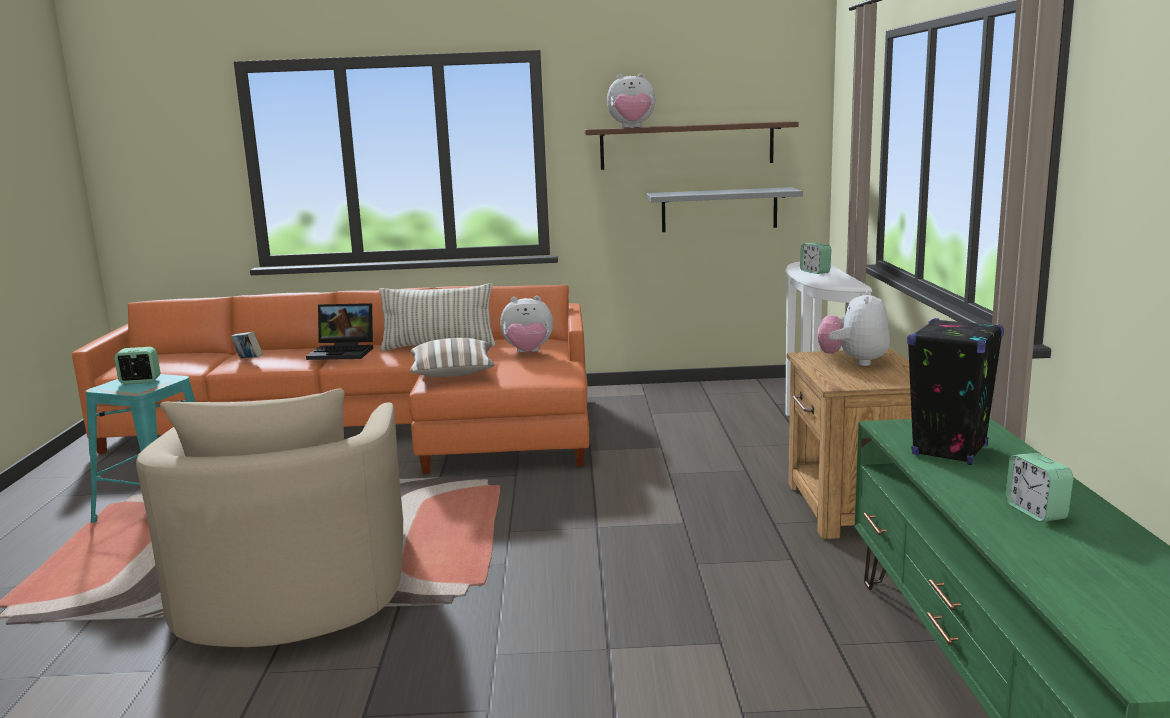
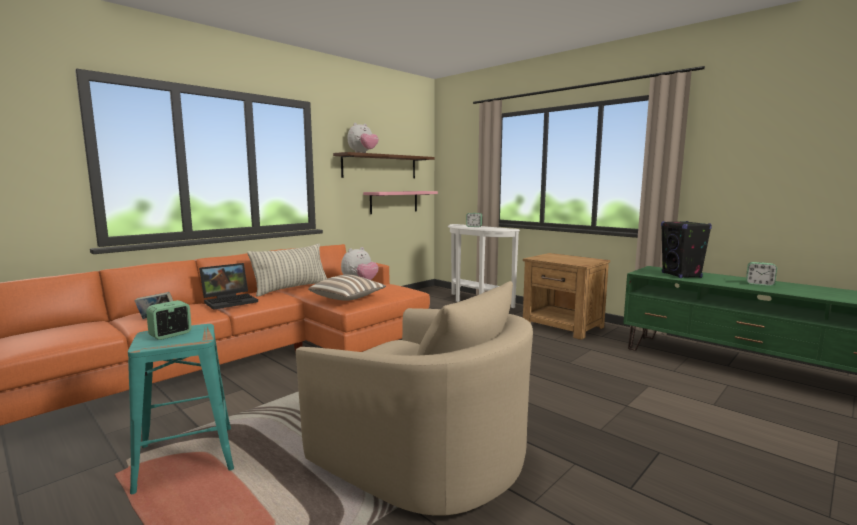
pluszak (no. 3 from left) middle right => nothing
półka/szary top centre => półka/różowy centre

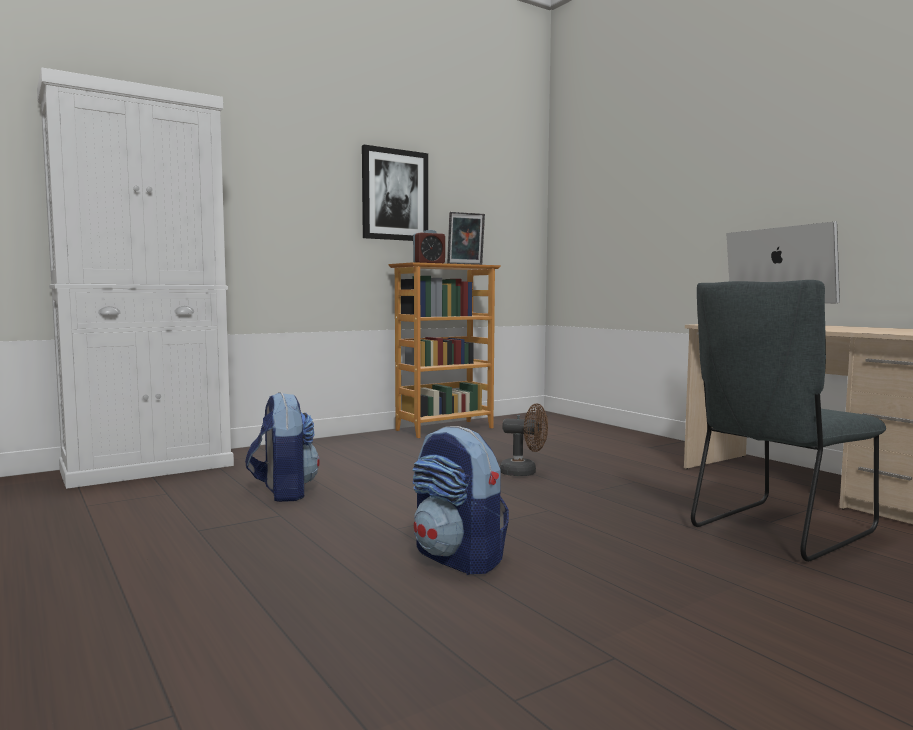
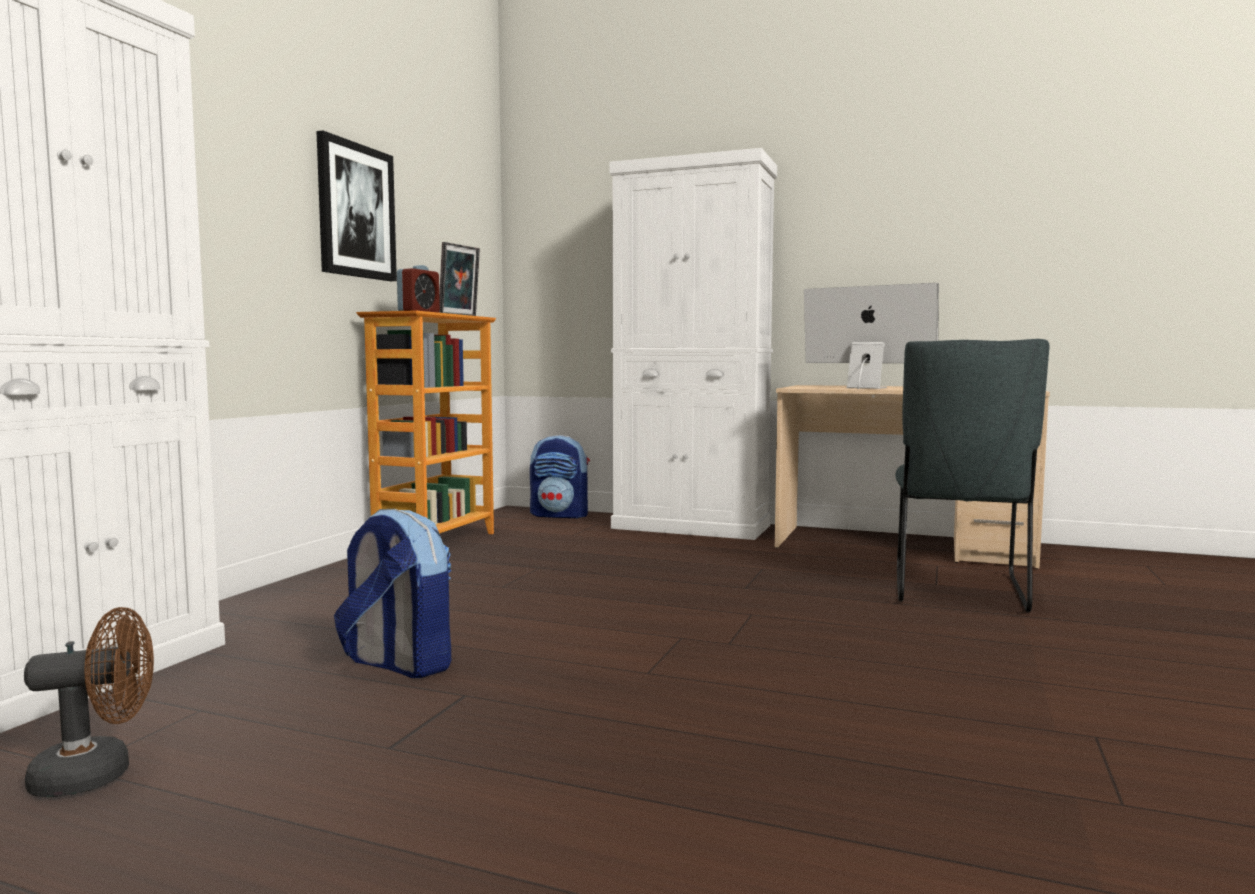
nothing => szafka/biały (no. 2 from left) centre
plecak (no. 2 from left) bottom centre => plecak (no. 2 from left) centre, relocated
wentylator/brązowy centre => wentylator/brązowy bottom left, relocated

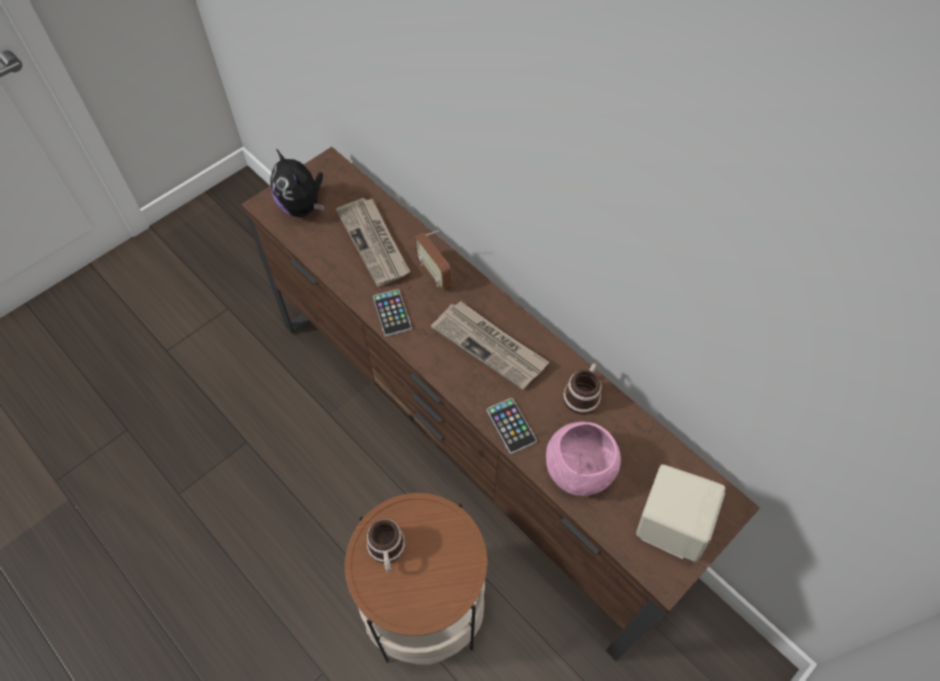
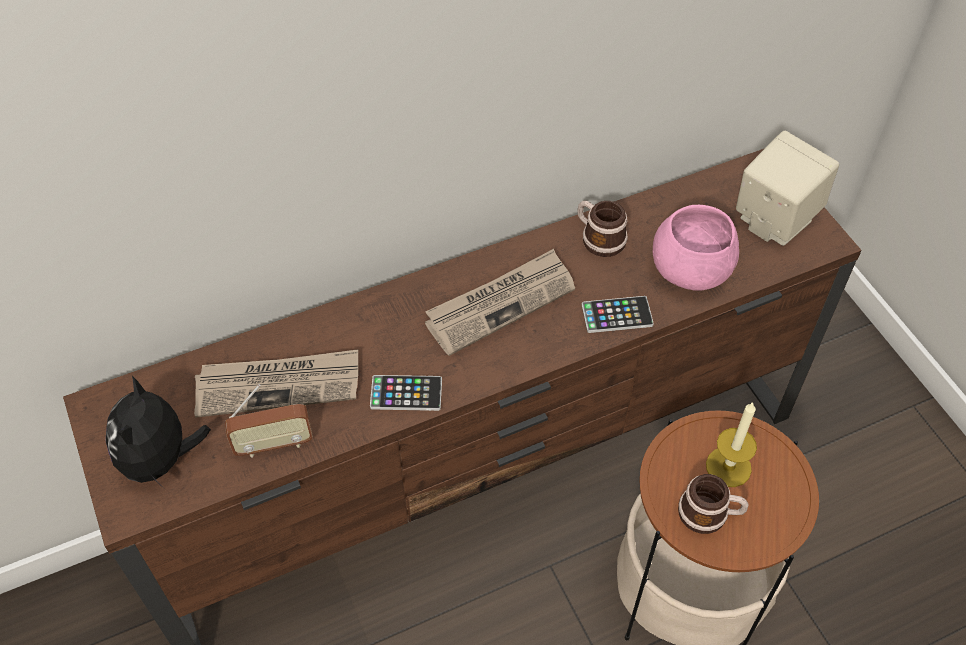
nothing => świeca bottom right
radio centre => radio middle left, relocated
pluszak top left => pluszak bottom left, 105 degrees clockwise

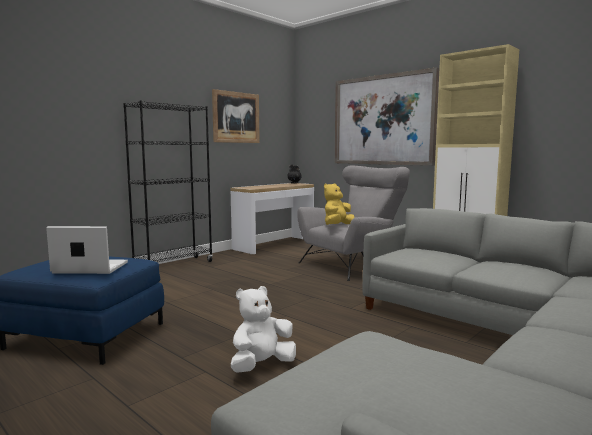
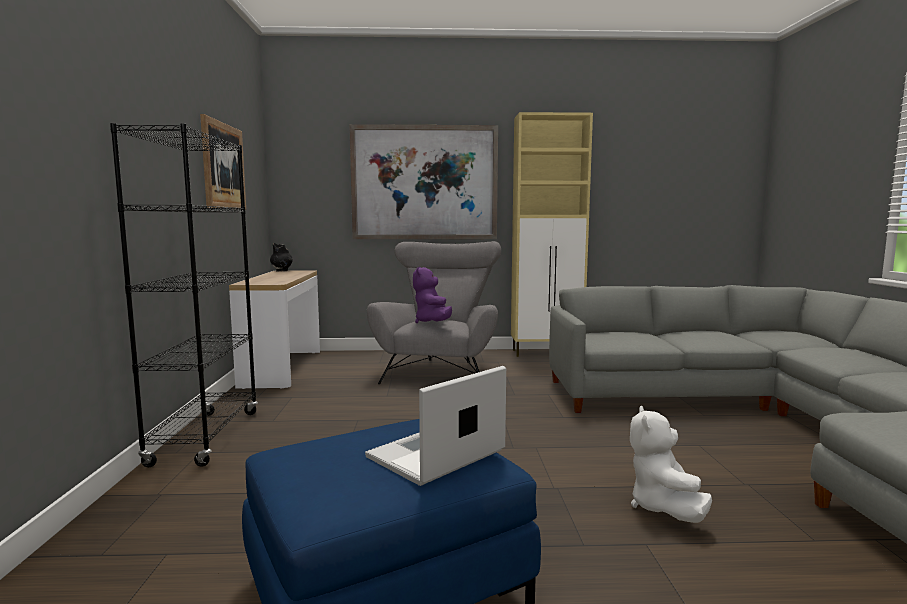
pluszak/żółty centre => pluszak/fioletowy centre

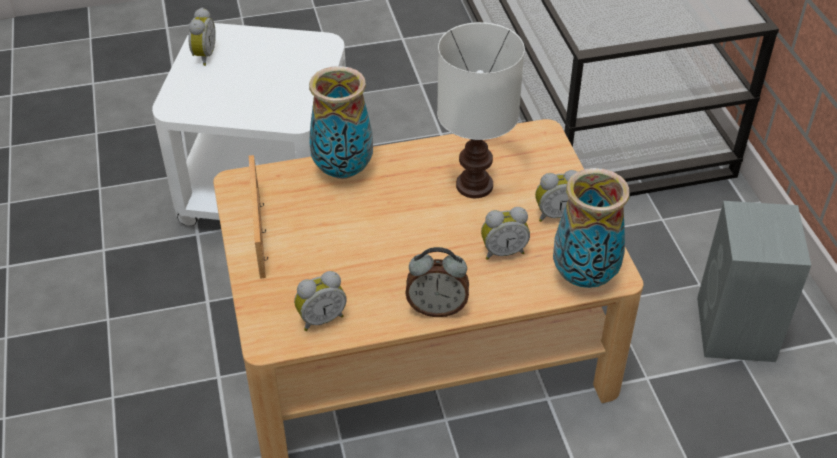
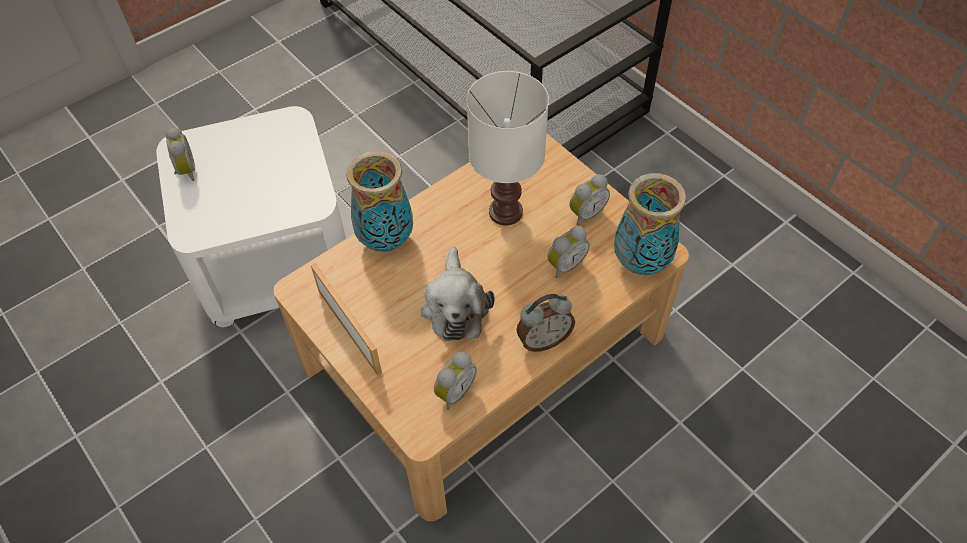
głośnik/szary middle right => nothing
nothing => pluszak centre

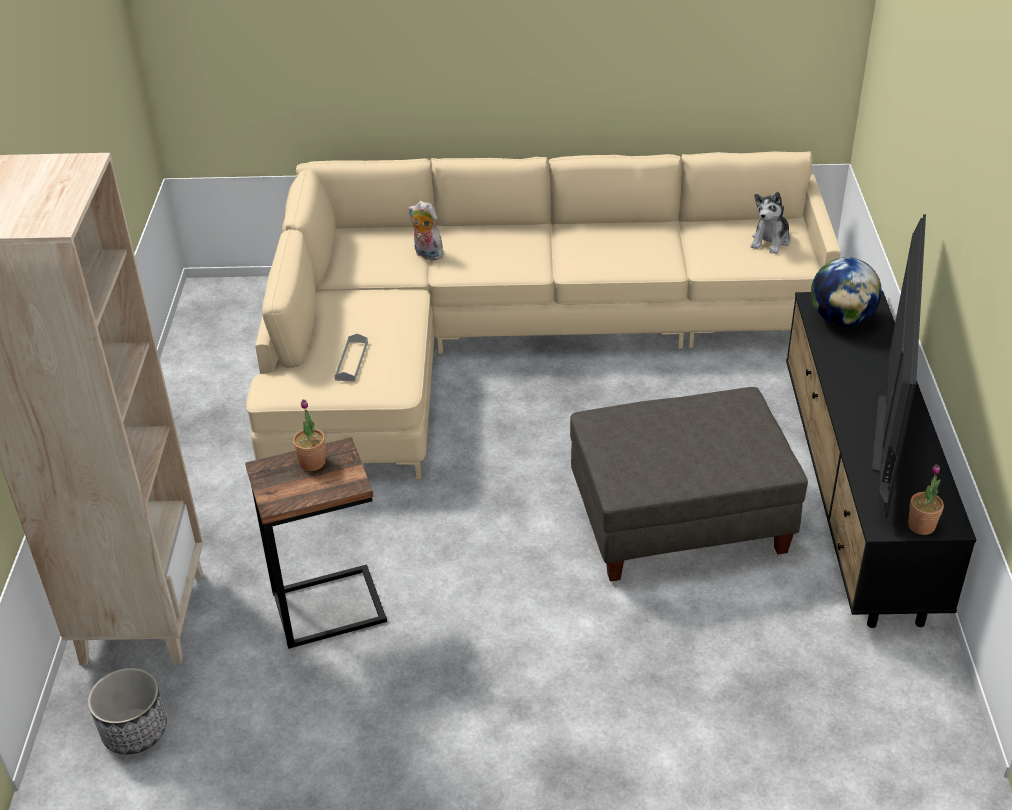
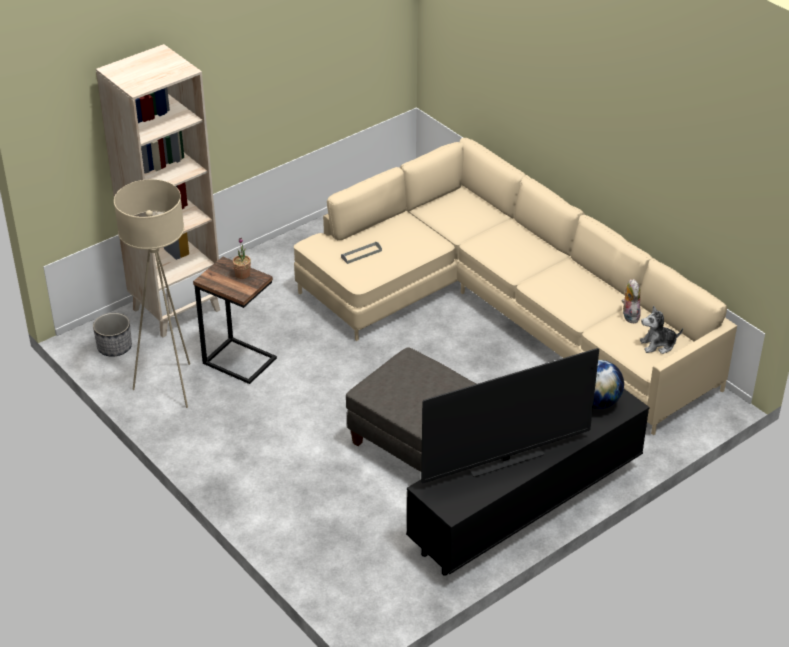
roślina doniczkowa (no. 2 from left) middle right => nothing
nothing => lampa stojąca/beżowy middle left
pluszak (no. 1 from left) top centre => pluszak (no. 1 from left) middle right, relocated

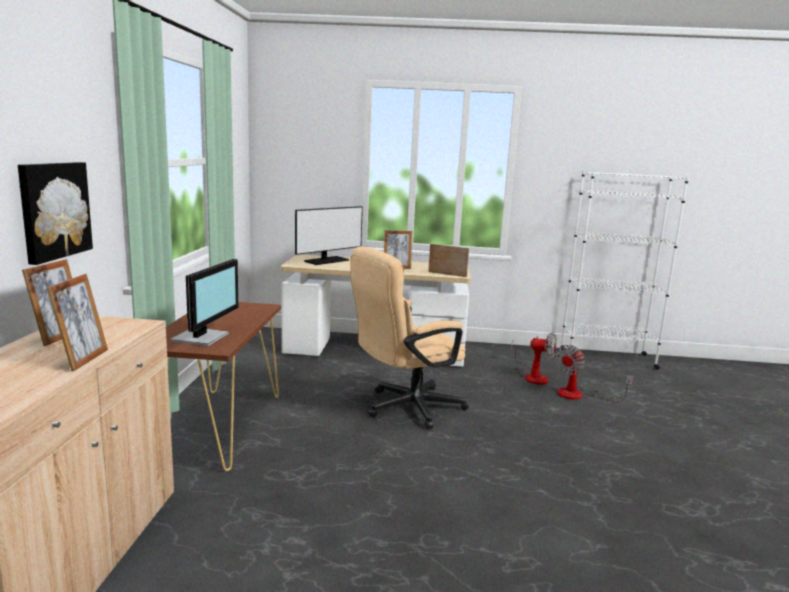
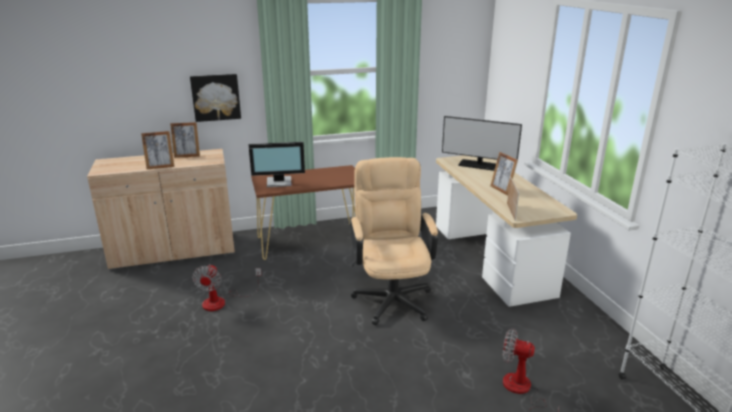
wentylator (no. 1 from left) middle right => wentylator (no. 1 from left) bottom left, relocated
krzesło biurowe/beżowy centre, 45 degrees clockwise

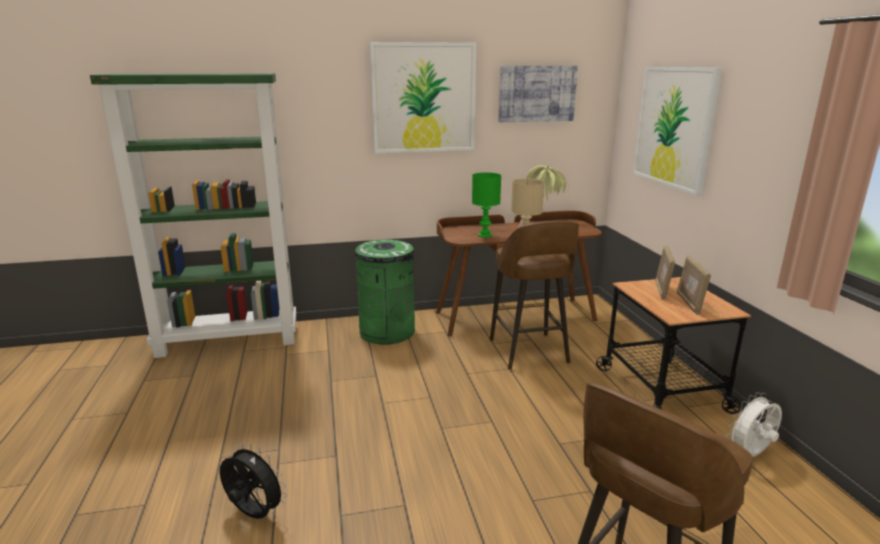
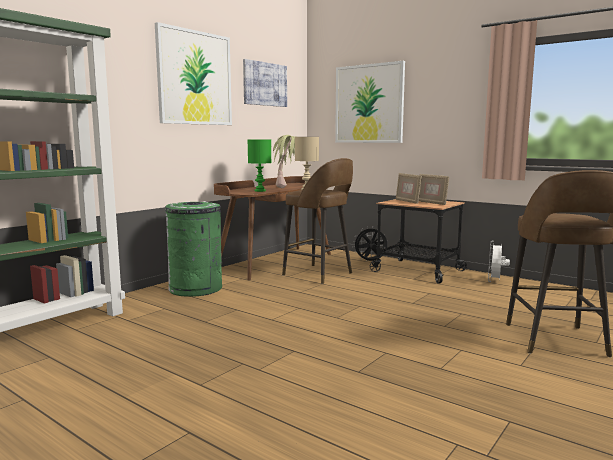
wentylator/czarny bottom left => wentylator/czarny centre, relocated

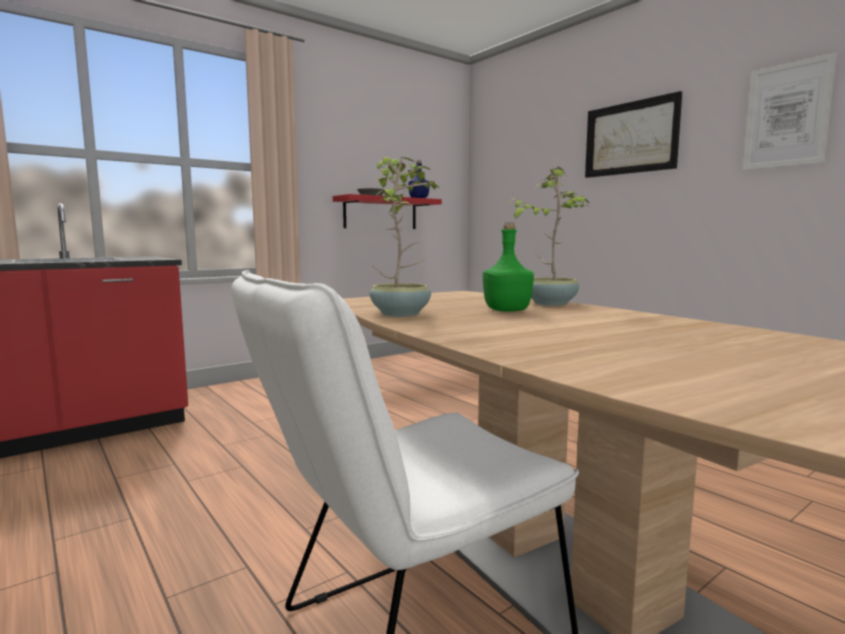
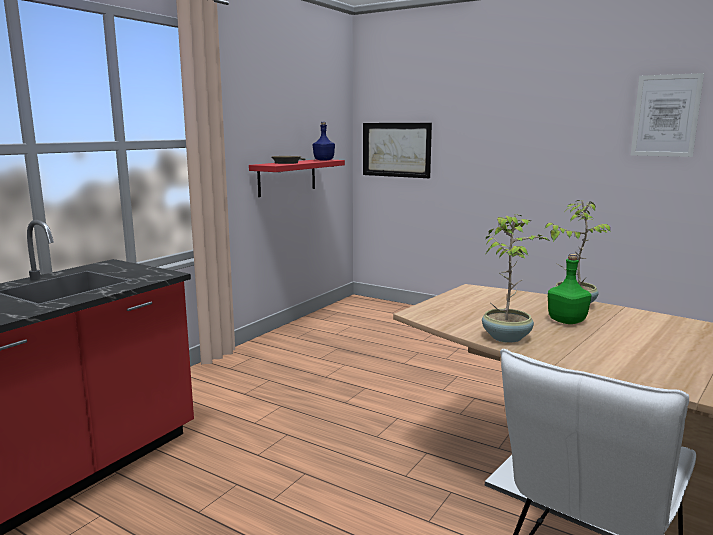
obraz (no. 1 from left) top right => obraz (no. 1 from left) top centre, relocated

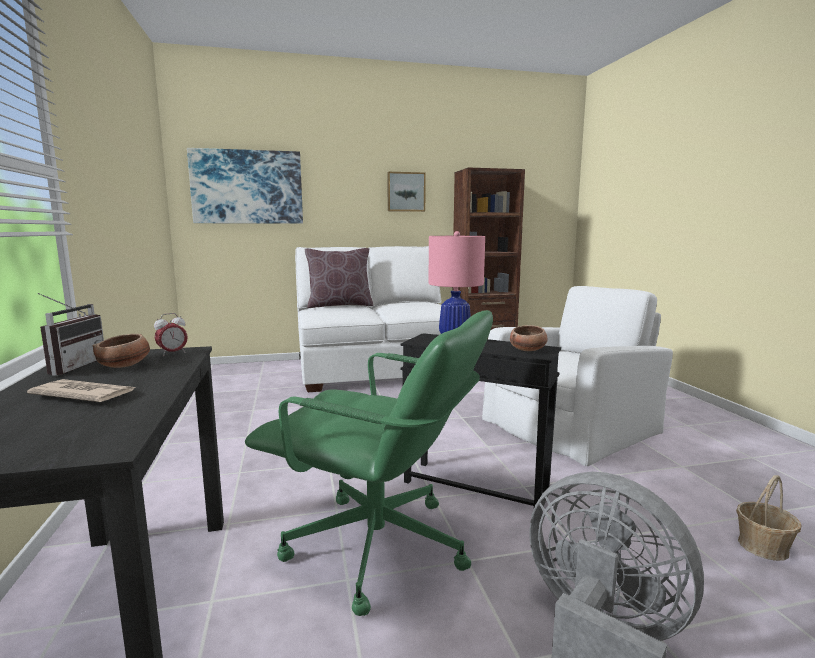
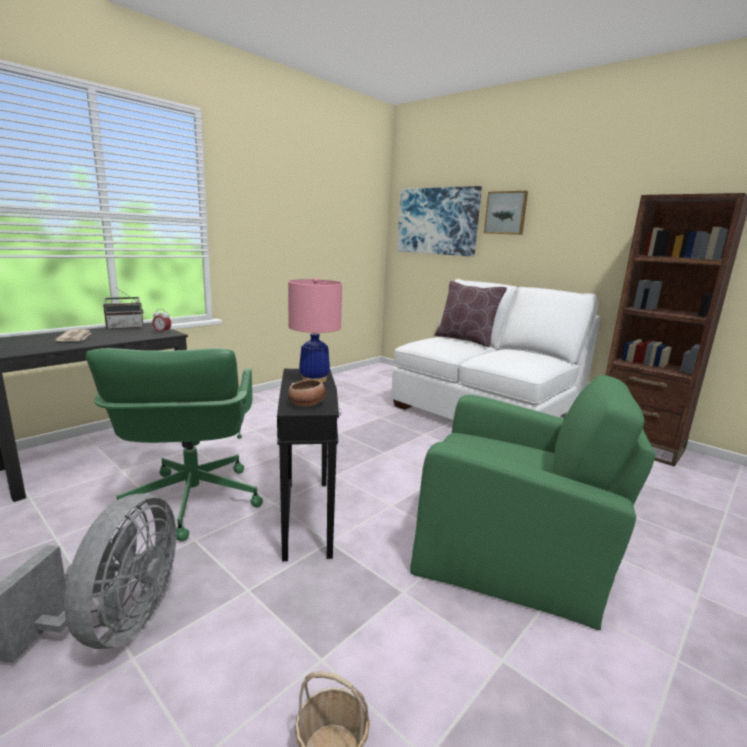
miska (no. 1 from left) middle left => nothing
obraz (no. 2 from left) top centre => obraz (no. 2 from left) top right, relocated
fotel/biały middle right => fotel/zielony bottom right

